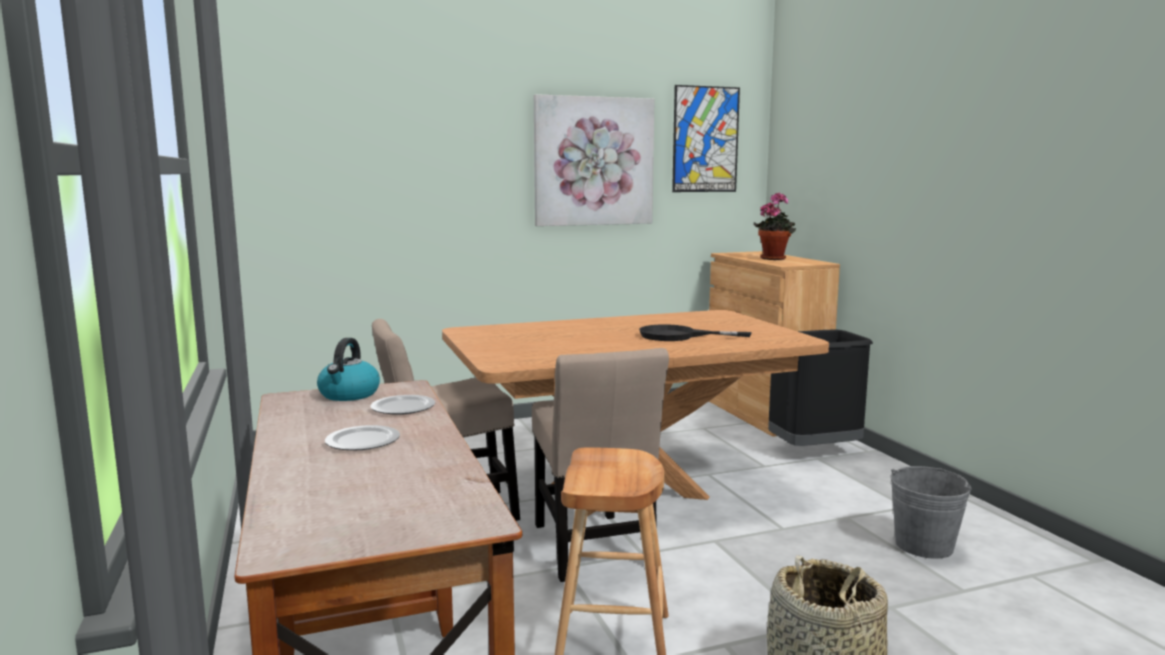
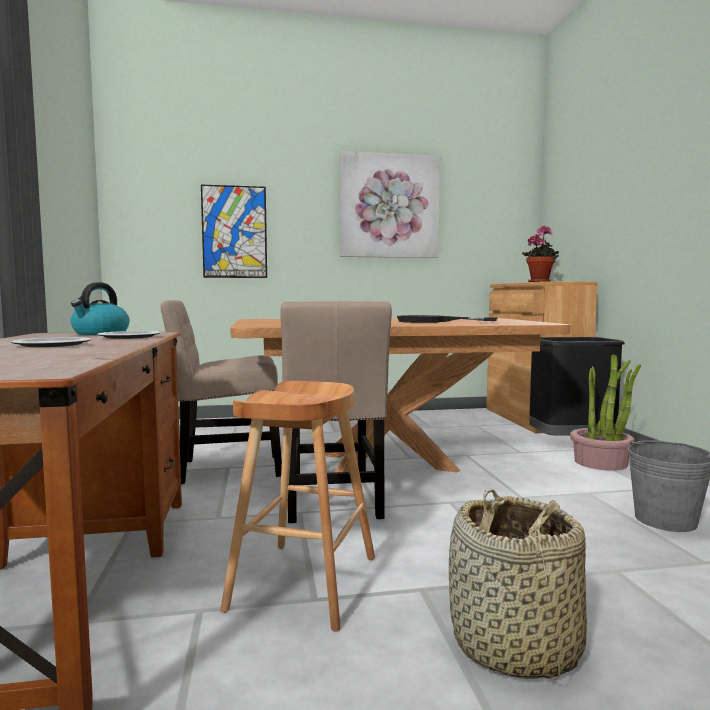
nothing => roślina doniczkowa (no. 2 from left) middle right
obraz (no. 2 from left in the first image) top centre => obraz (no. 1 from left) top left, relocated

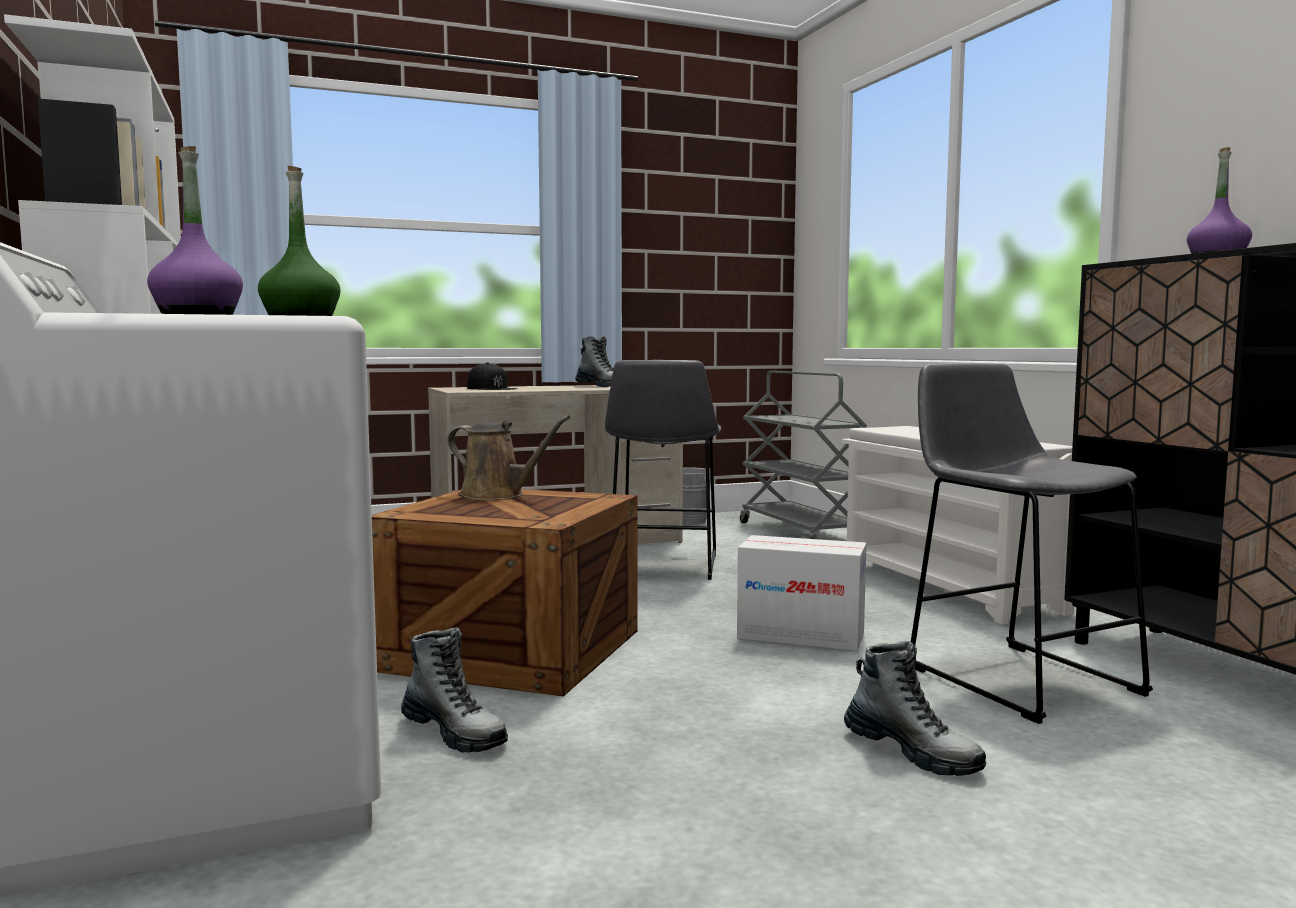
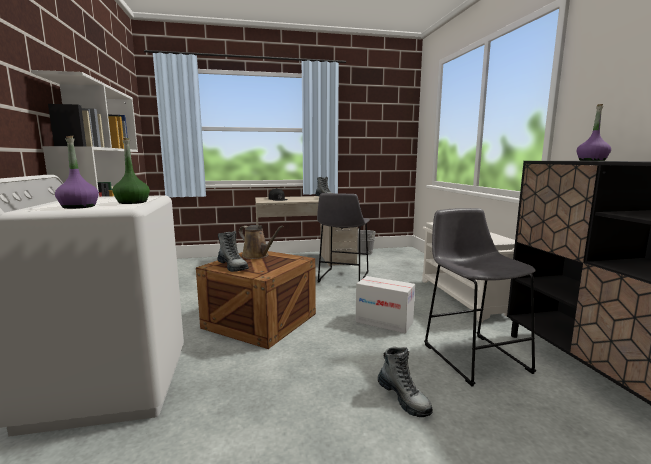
wózek/szary centre => nothing
but z cholewką (no. 1 from left) bottom centre => but z cholewką (no. 1 from left) centre, relocated

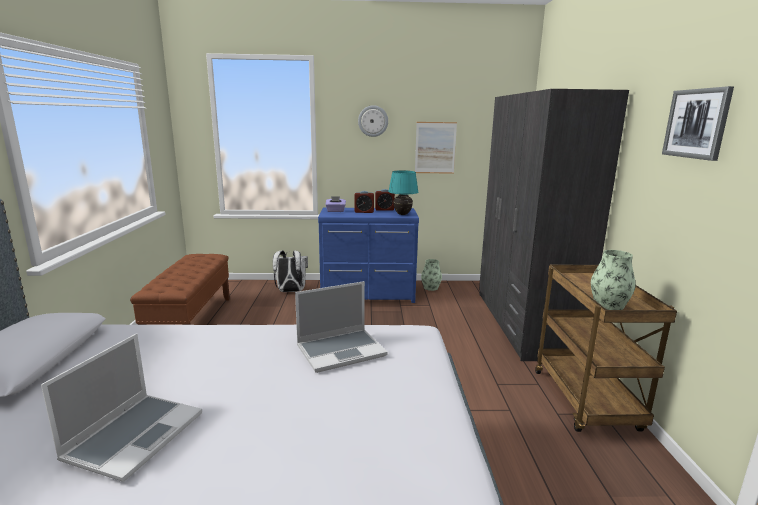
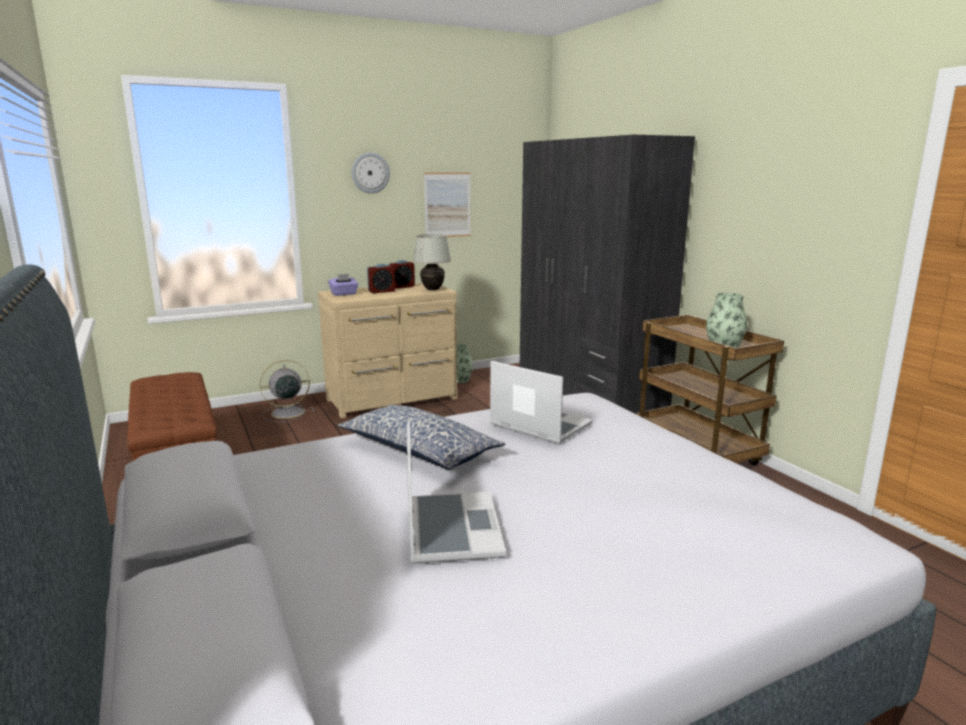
obraz (no. 2 from left) top right => nothing
nothing => poduszka centre
plecak/biały centre => wentylator/szary middle left
komoda/niebieski centre => komoda/beżowy centre
lampa stołowa/turkusowy centre => lampa stołowa/biały centre
laptop (no. 2 from left) centre, 90 degrees counterclockwise

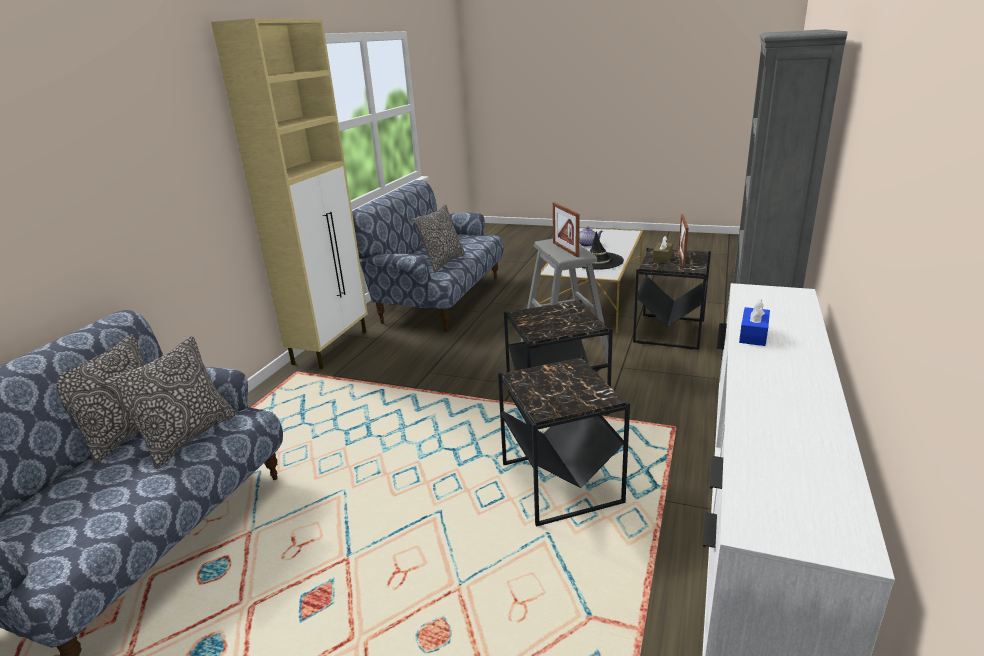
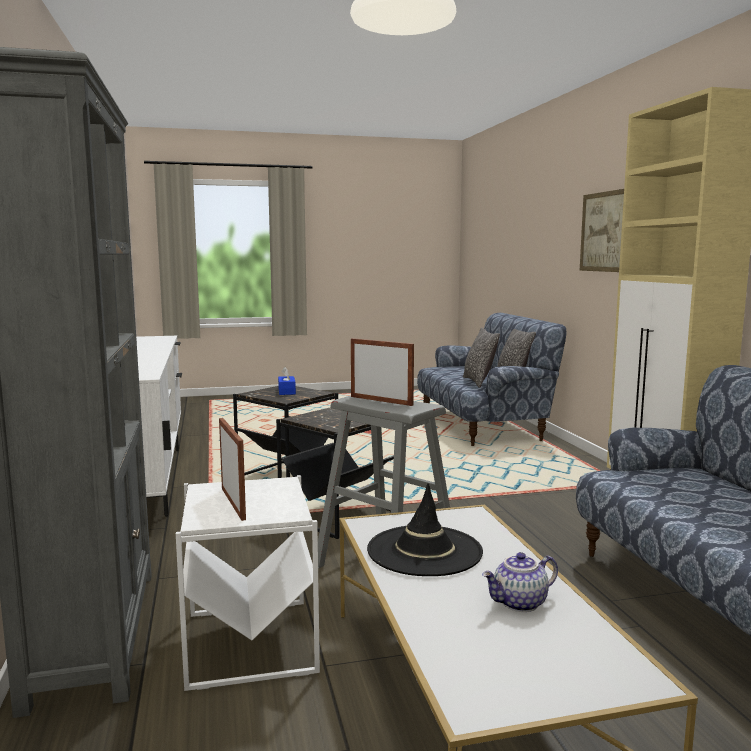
poduszka (no. 3 from left) centre => nothing
pudełko chusteczek/brązowy middle right => nothing
nothing => obraz top right
pudełko chusteczek/niebieski middle right => pudełko chusteczek/niebieski centre, relocated
stolik/czarny (no. 3 from left) middle right => stolik/biały bottom left

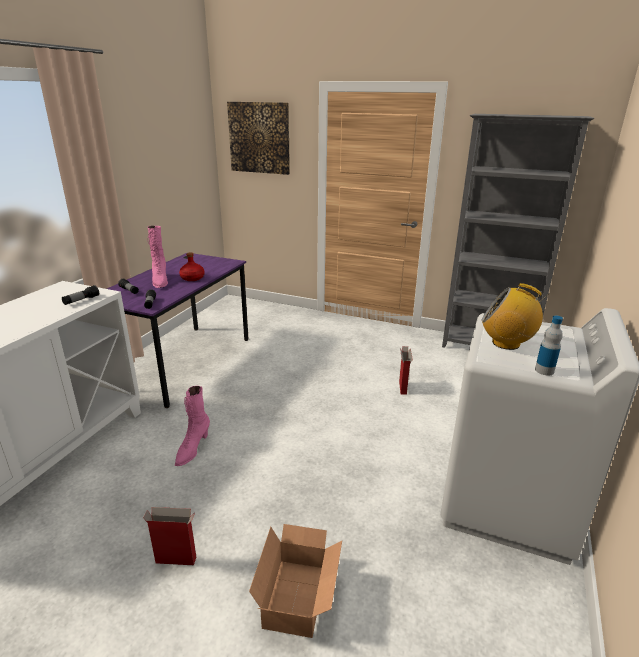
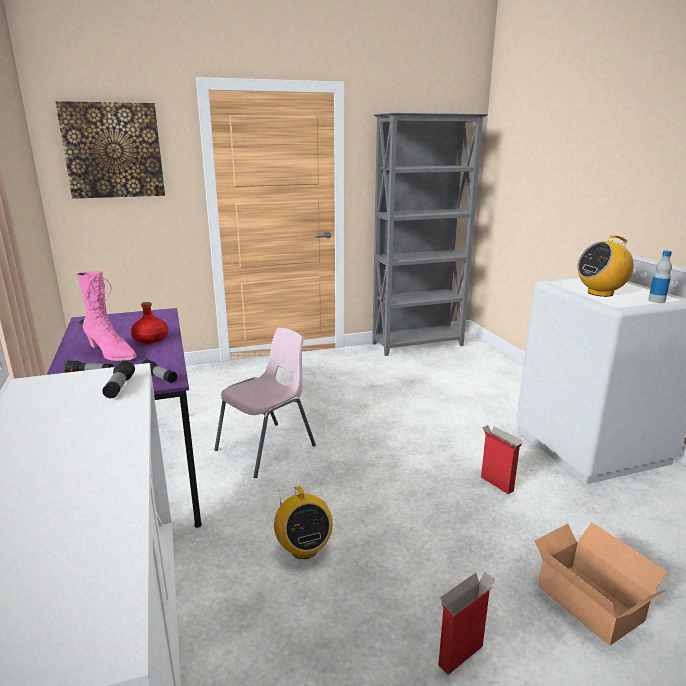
nothing => krzesło/różowy centre
karton (no. 3 from left in the first image) centre => karton (no. 2 from left) bottom right, relocated
but z cholewką/różowy (no. 2 from left) middle left => radio (no. 1 from left) bottom centre

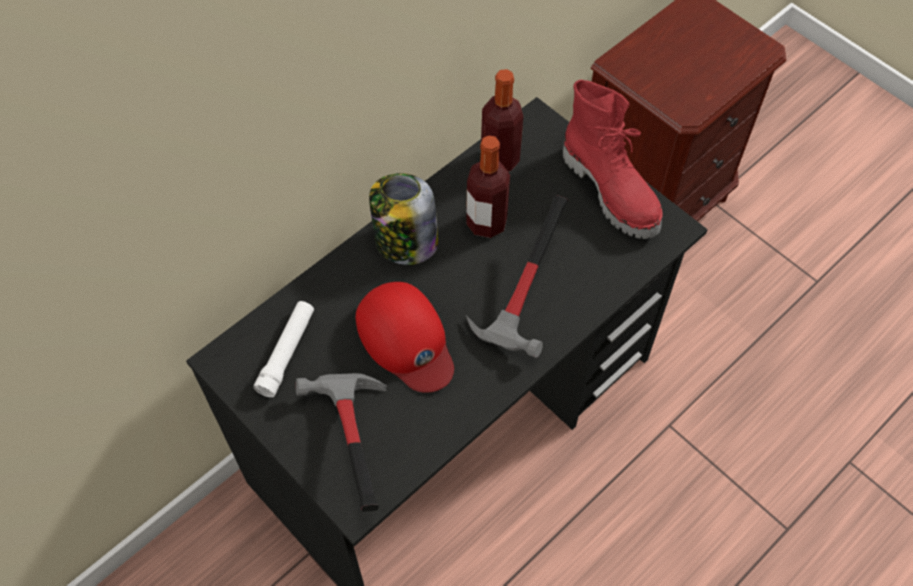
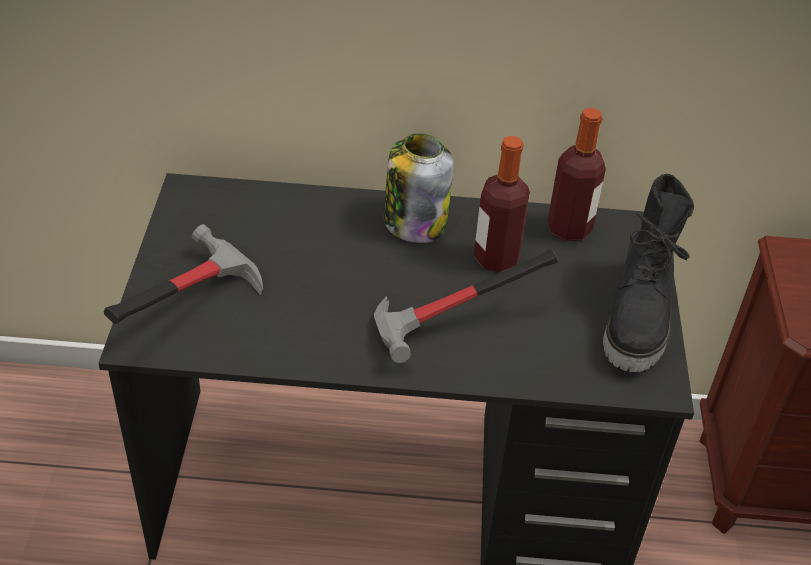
latarka/biały middle left => nothing
czapka z daszkiem/czerwony centre => nothing
but z cholewką/czerwony top right => but z cholewką/czarny middle right

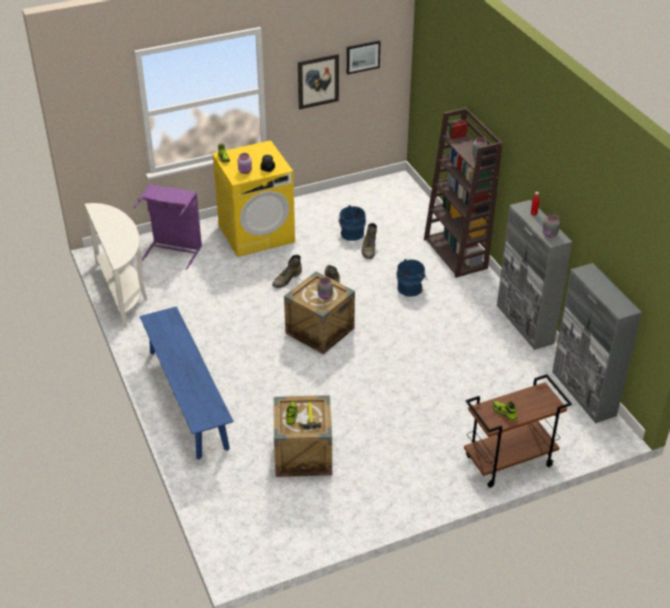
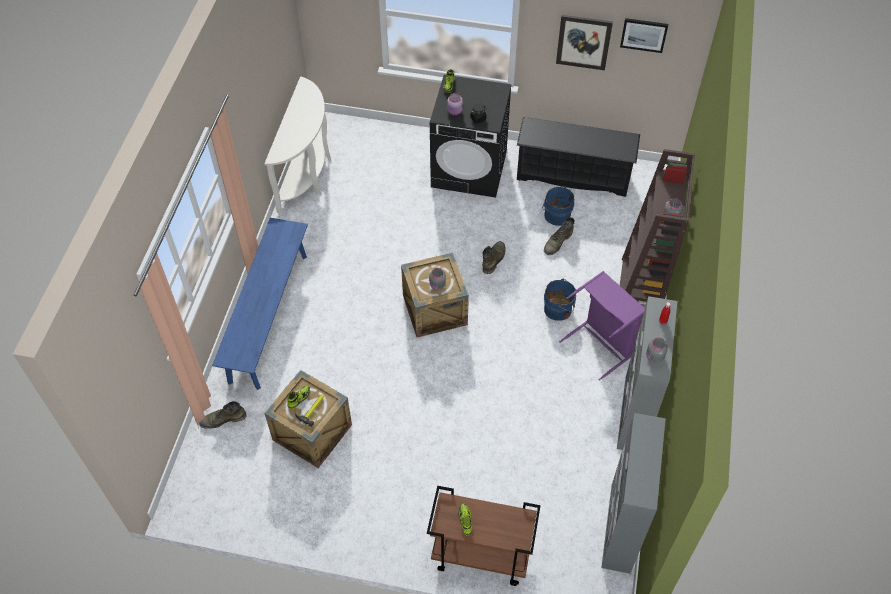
nothing => regał na buty/czarny top centre
kosz na pranie/fioletowy middle left => kosz na pranie/fioletowy middle right, relocated
but z cholewką/zielony (no. 1 from left) centre => but z cholewką/zielony (no. 1 from left) bottom left, relocated
pralka/żółty top centre => pralka/czarny top centre

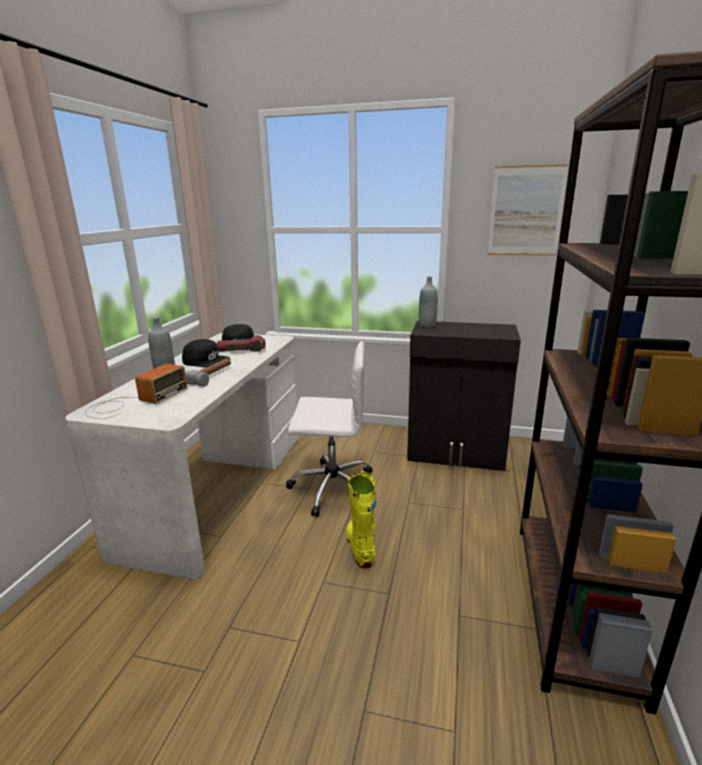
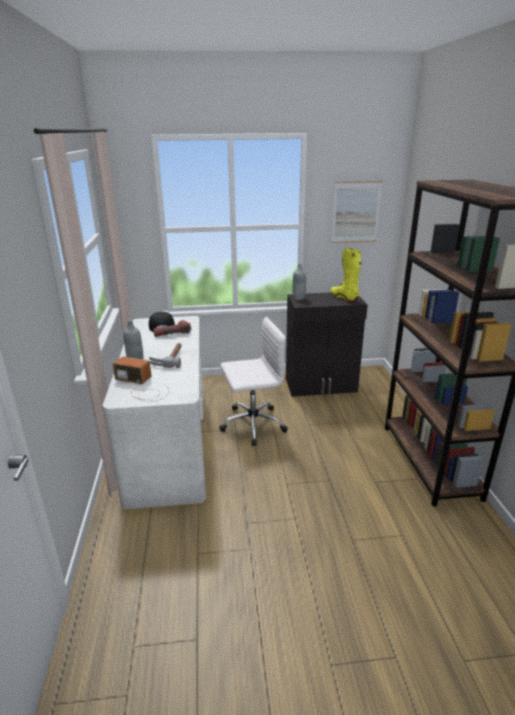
czapka z daszkiem/czarny (no. 1 from left) middle left => nothing
but z cholewką/żółty bottom centre => but z cholewką/żółty middle right, relocated
radio middle left, 75 degrees counterclockwise

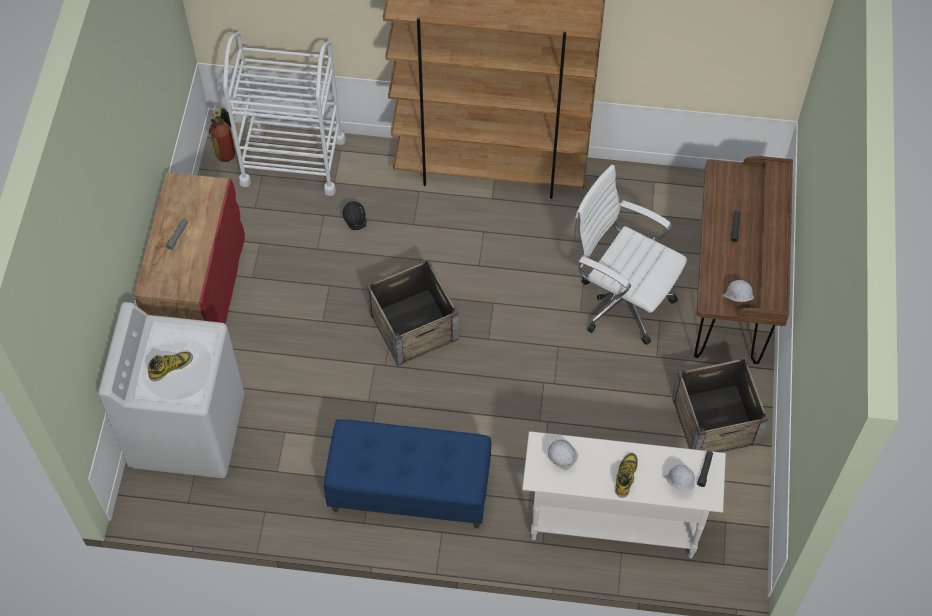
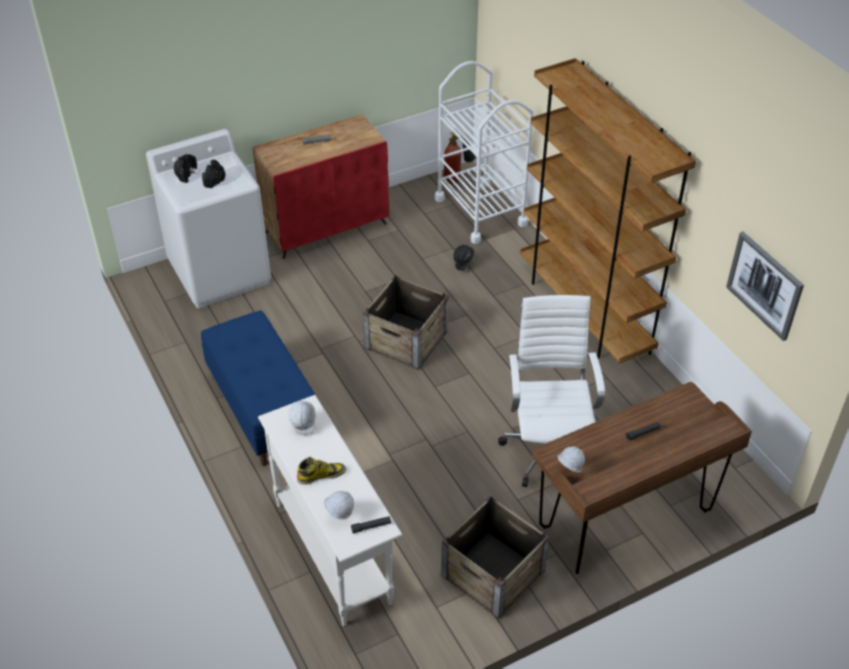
nothing => obraz middle right
but z cholewką (no. 1 from left) middle left => hantel/czarny top left

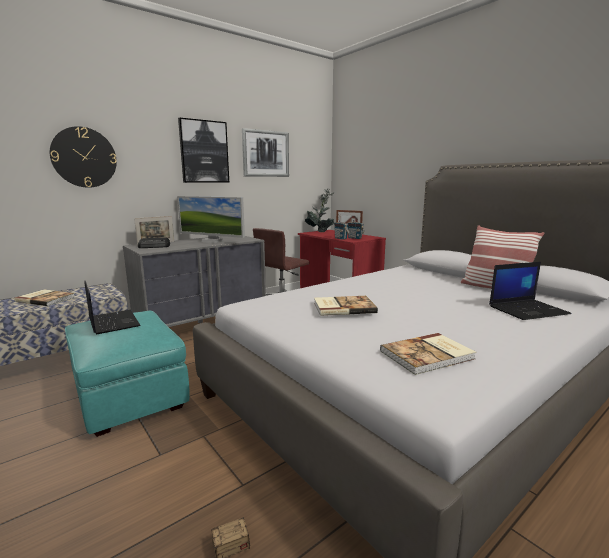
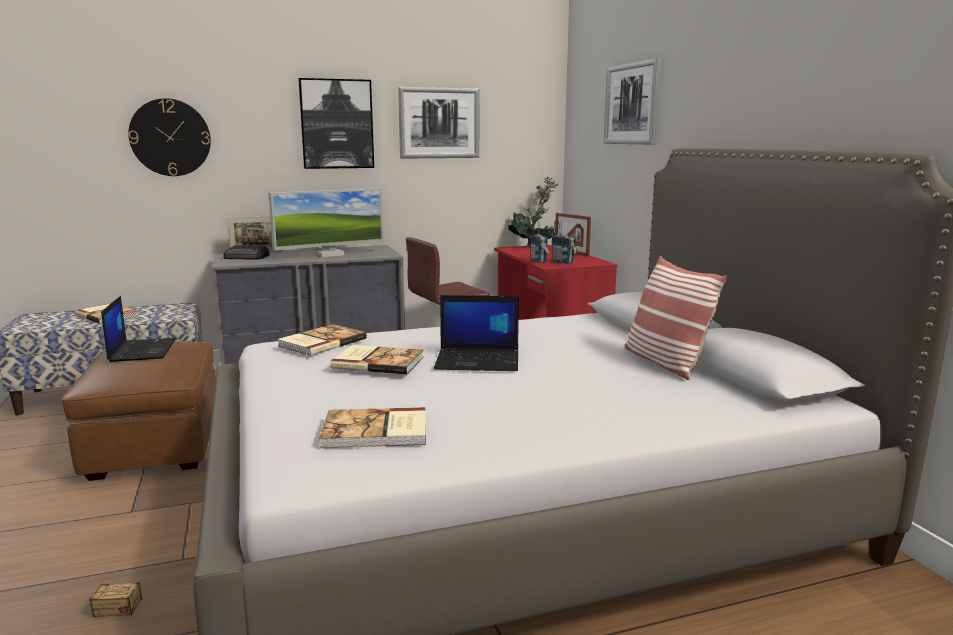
nothing => książka (no. 2 from left) centre
nothing => obraz (no. 3 from left) top centre
laptop (no. 2 from left) middle right => laptop (no. 2 from left) centre, relocated
pufa/turkusowy bottom left => pufa/brązowy middle left
monitor centre, 75 degrees counterclockwise

